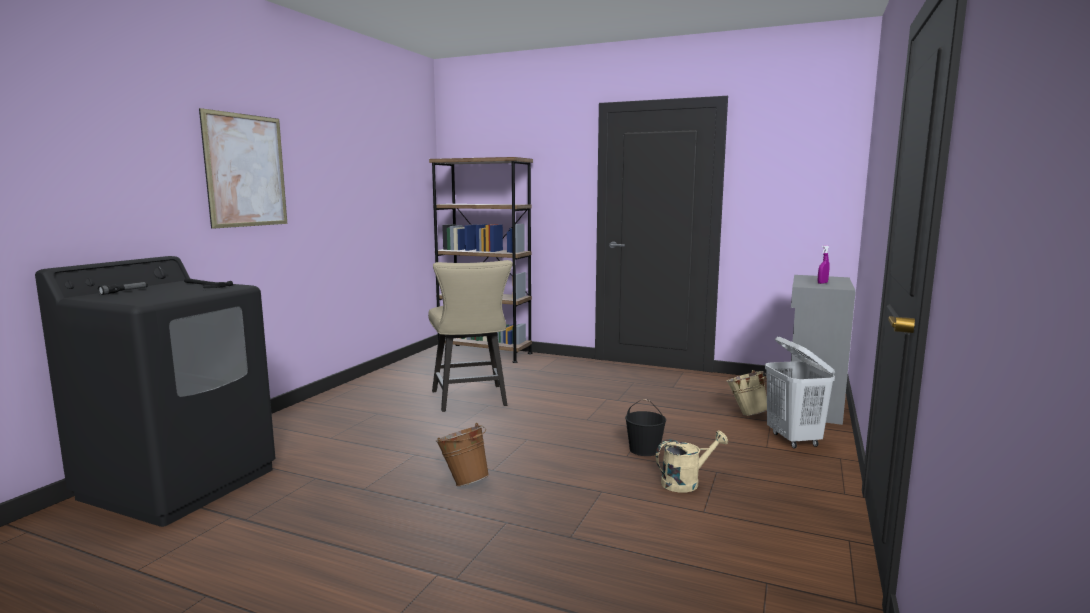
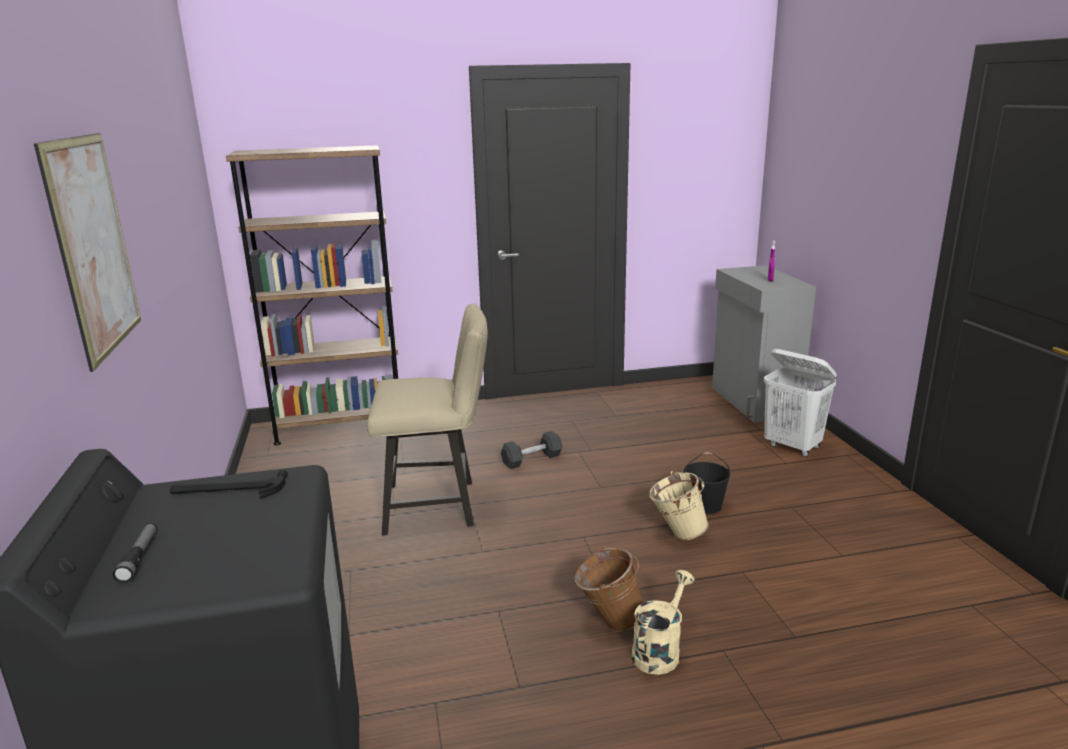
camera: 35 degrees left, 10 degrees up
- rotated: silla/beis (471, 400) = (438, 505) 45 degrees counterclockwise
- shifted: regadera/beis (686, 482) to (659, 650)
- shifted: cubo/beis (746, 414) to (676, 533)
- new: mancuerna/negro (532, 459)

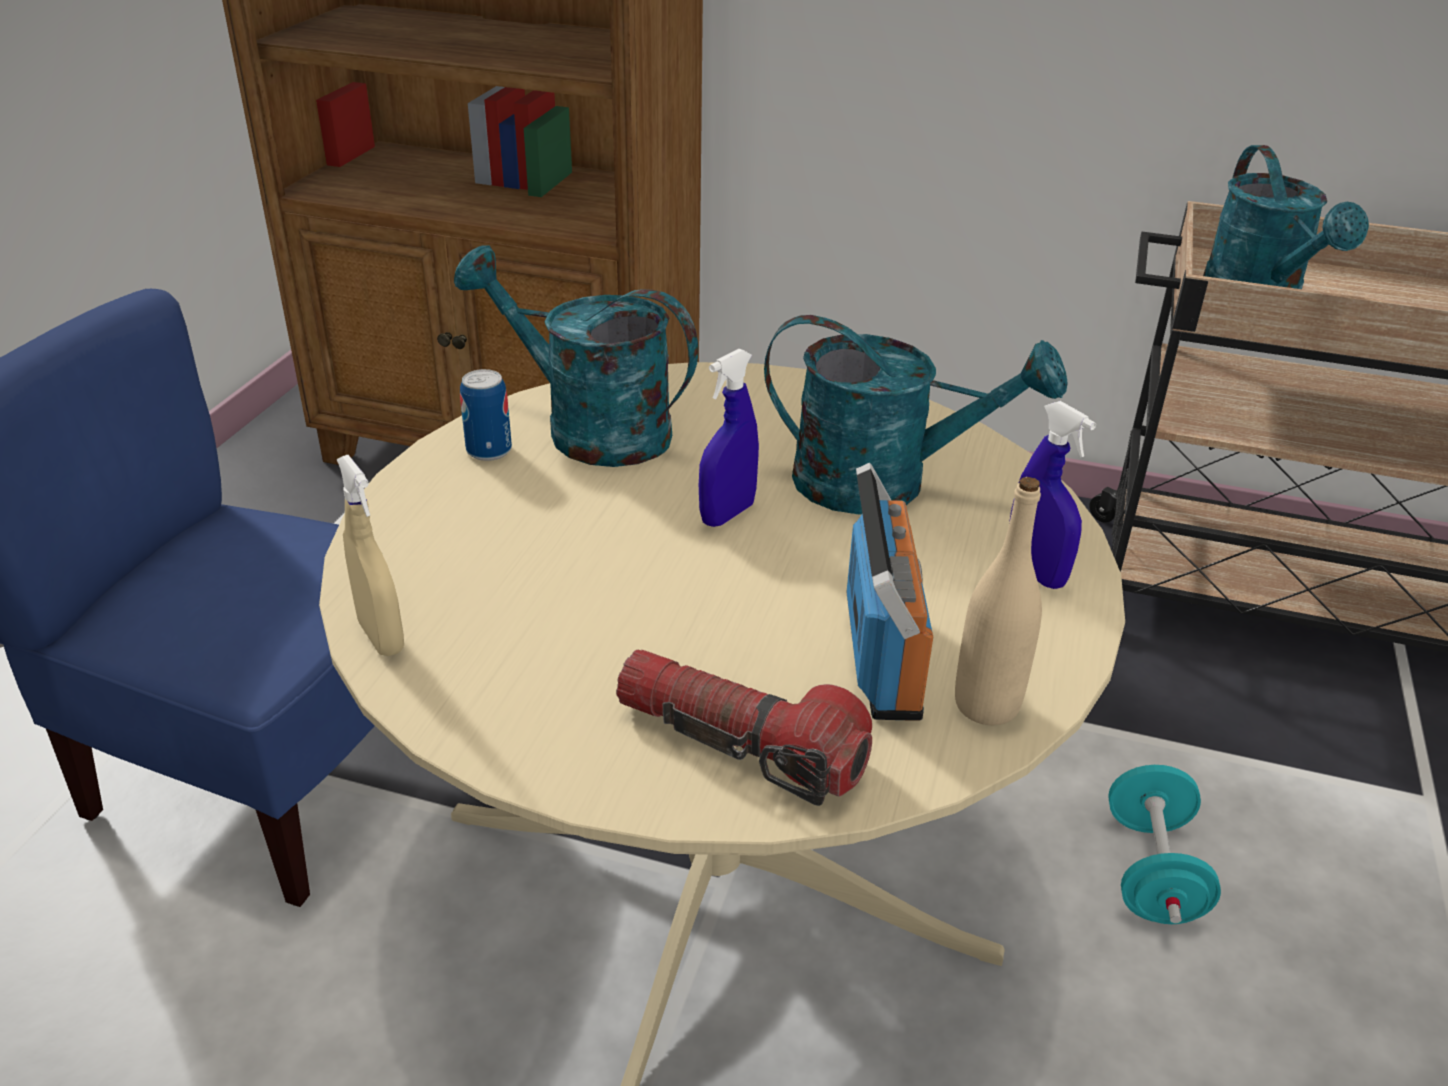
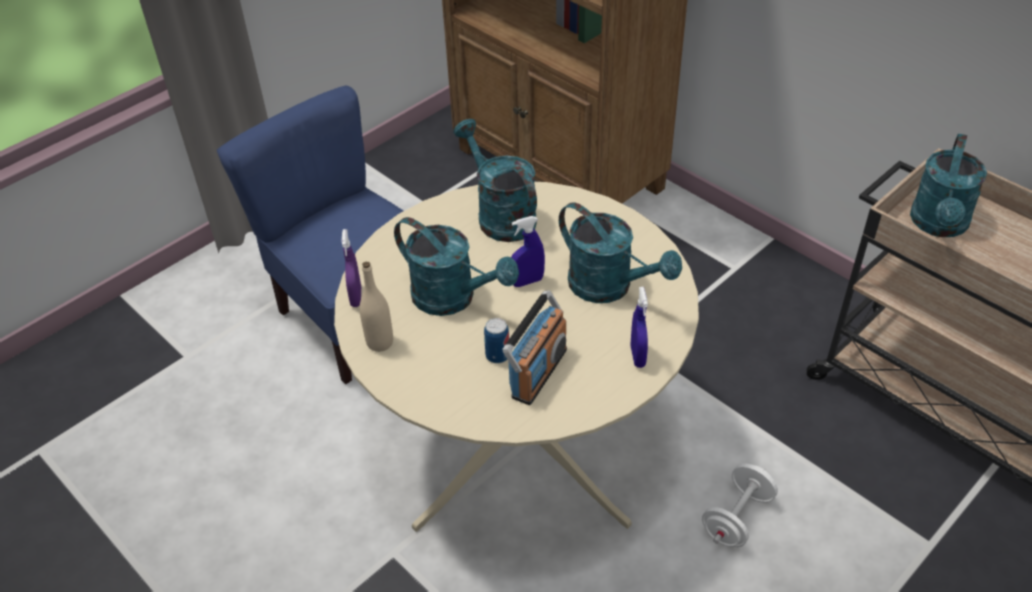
camera: 30 degrees right, 10 degrees up
- repainted: pulverizador/beis (381, 637) to pulverizador/morado (356, 297)
- shifted: lata (489, 451) to (497, 355)
- gone: linterna (740, 744)
- shifted: botella/beis (986, 705) to (380, 342)
- repainted: mancuerna/turquesa (1151, 872) to mancuerna/blanco (737, 518)
- new: regadera/turquesa (453, 298)

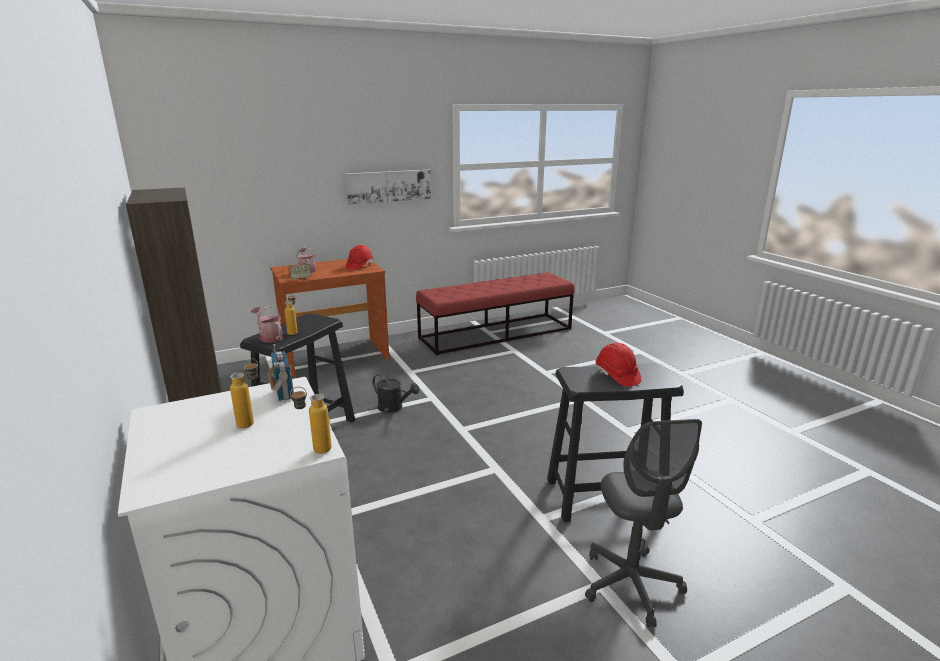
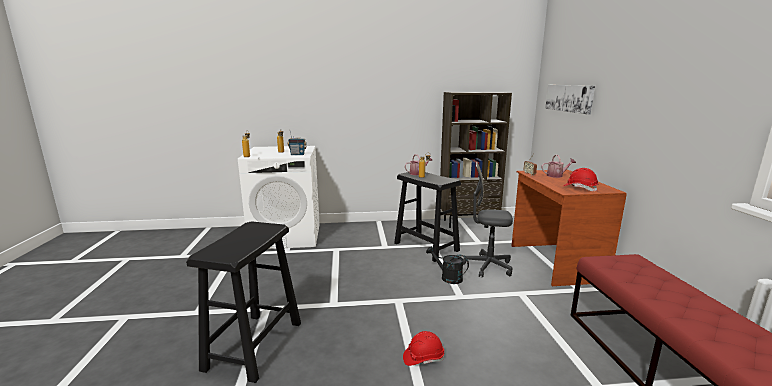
camera: 110 degrees right, 5 degrees down
- shifted: cuadro (389, 186) to (569, 98)
- rotated: regadera/negro (394, 408) = (447, 277) 75 degrees clockwise
- shifted: silla de oficina/gris (631, 585) to (487, 266)
- shifted: casco/rojo (616, 376) to (423, 358)

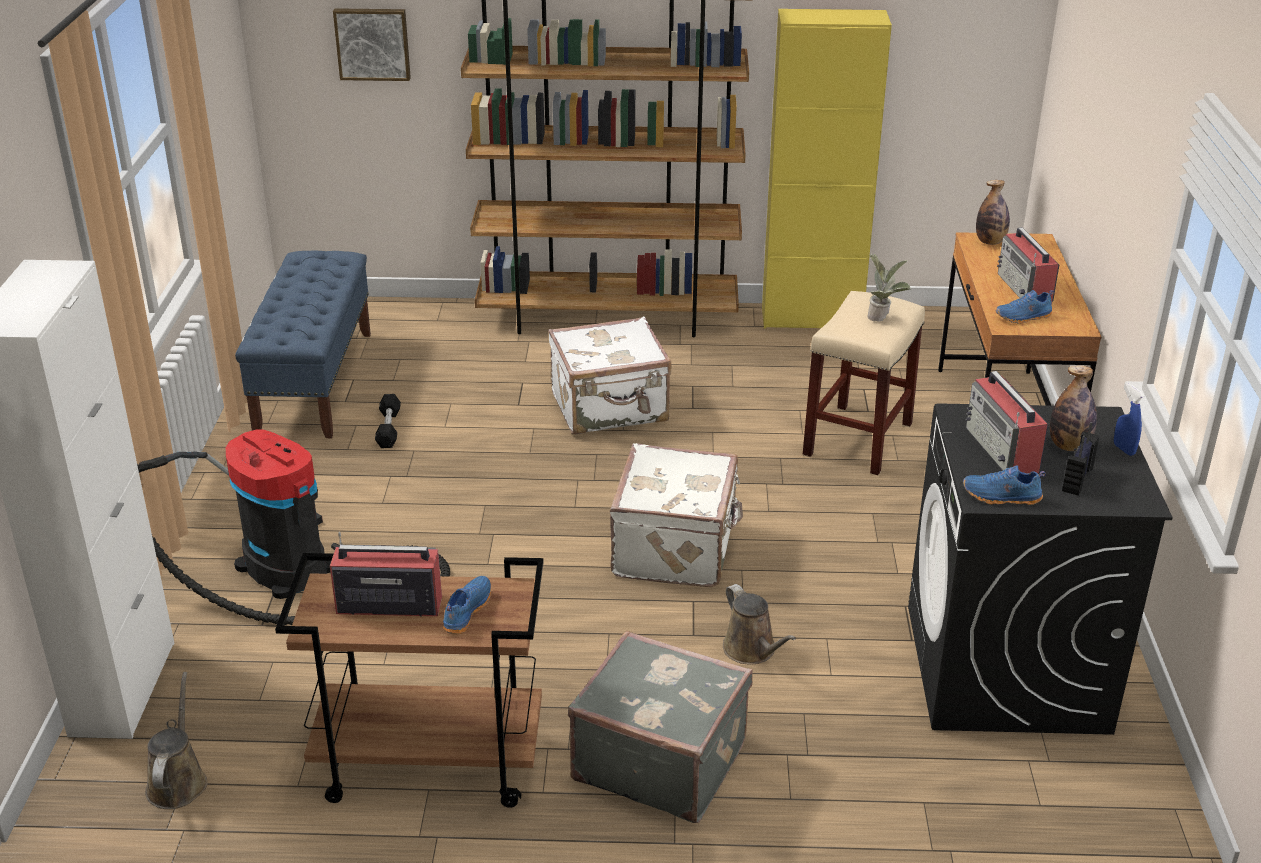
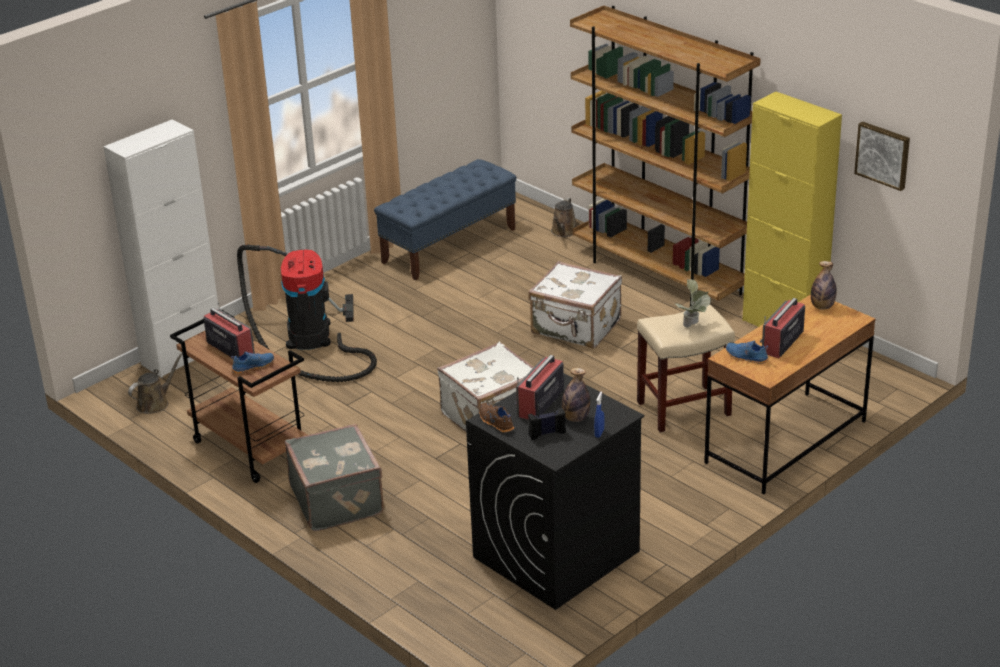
camera: 45 degrees right, 0 degrees up
- shifted: cuadro (373, 43) to (883, 155)
- gone: mancuerna/negro (388, 428)
- shifted: regadera/marrón (752, 650) to (563, 232)
- repainted: zapato/azul (1001, 497) to zapato/marrón (495, 422)

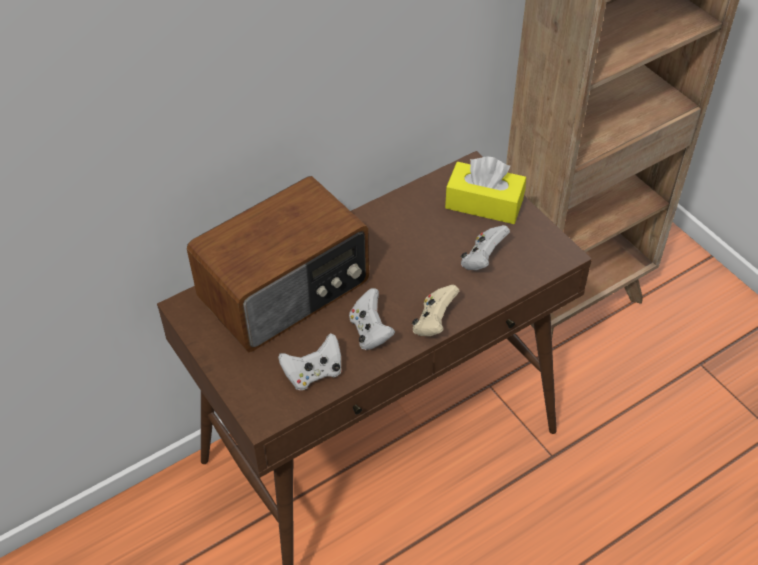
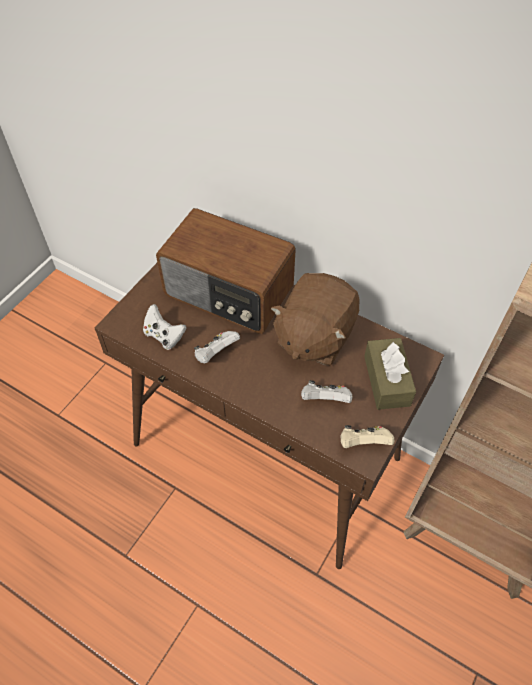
camera: 65 degrees right, 5 degrees up
- shifted: mando de consola/beis (434, 322) to (363, 443)
- repainted: caja de pañuelos/amarillo (484, 203) to caja de pañuelos/marrón (387, 380)
- new: peluche/marrón (314, 336)

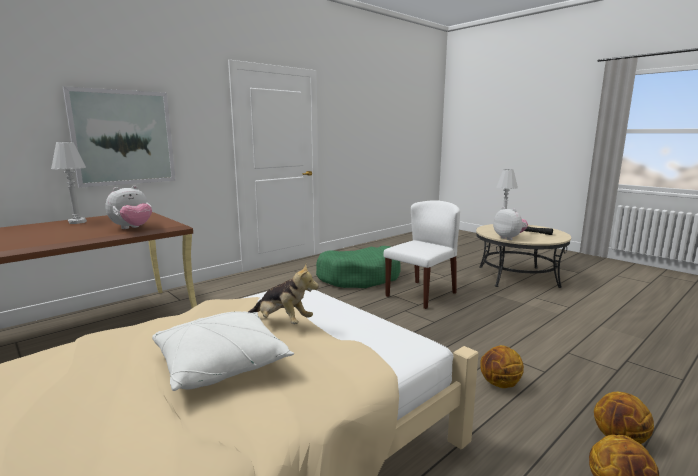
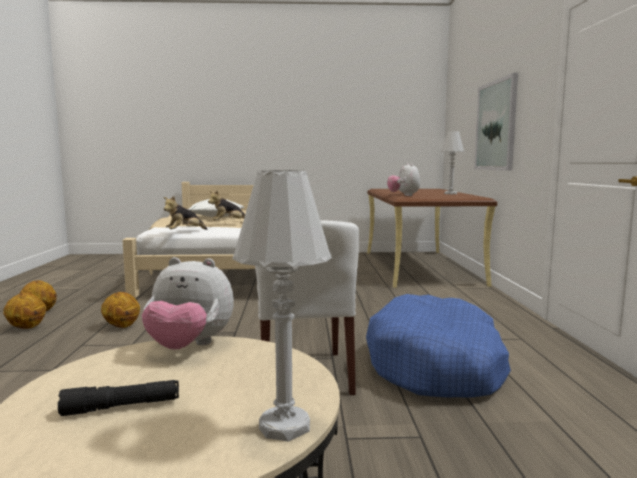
camera: 130 degrees right, 5 degrees down
- repainted: cama para perro/verde (360, 277) to cama para perro/azul (436, 365)
- new: peluche (184, 232)

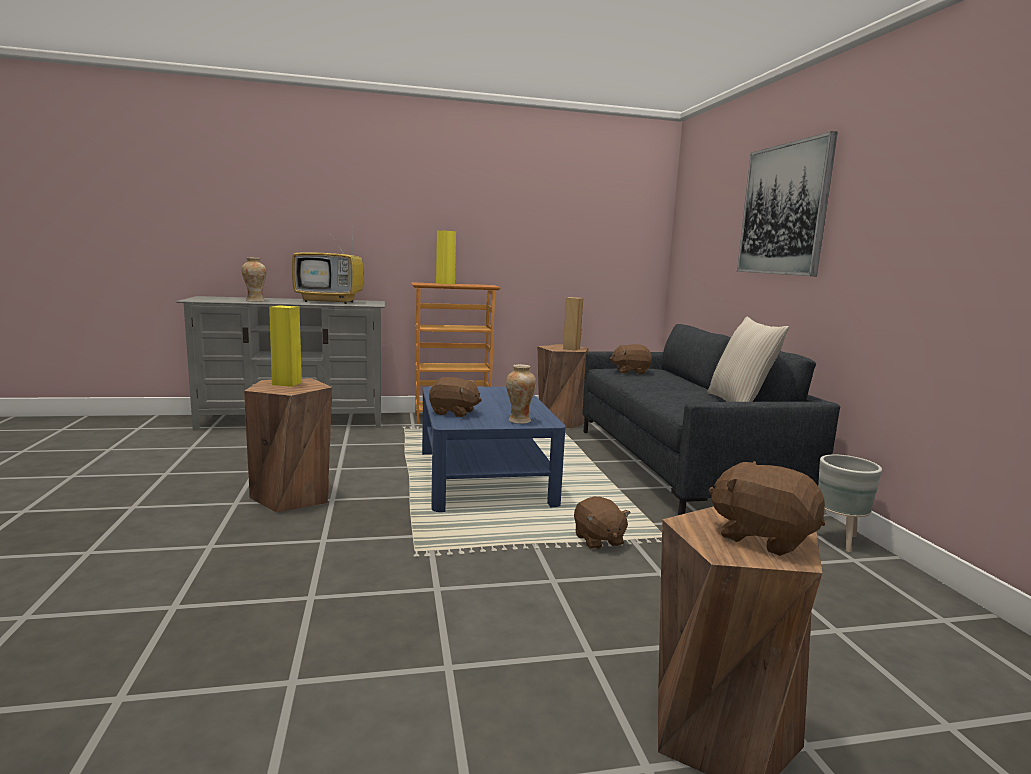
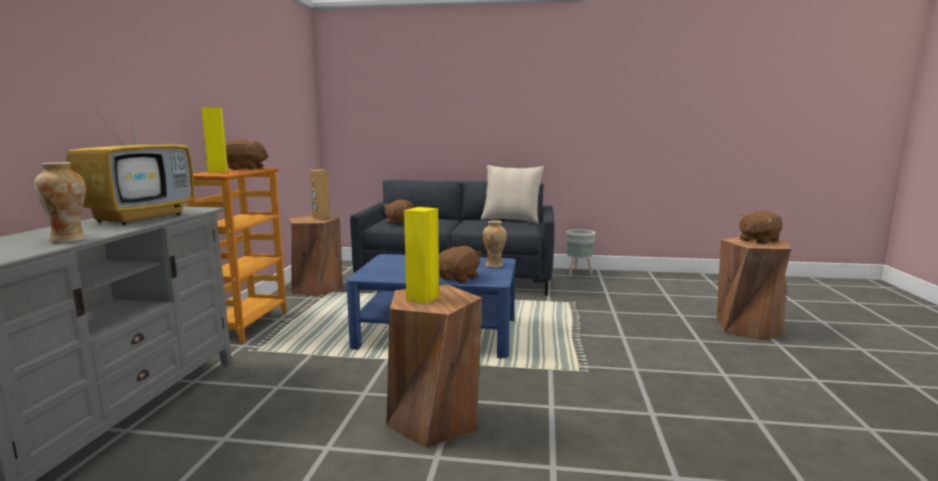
camera: 70 degrees left, 0 degrees up
- shifted: peluche/marrón (598, 540) to (246, 169)
- gone: cuadro (783, 210)

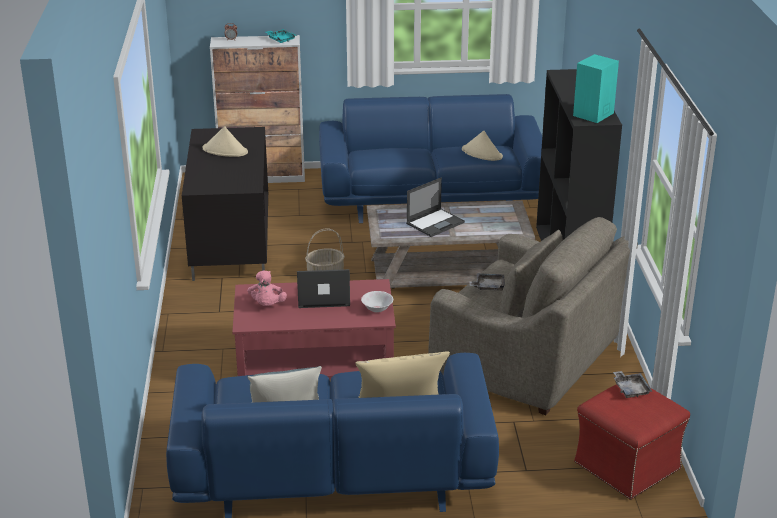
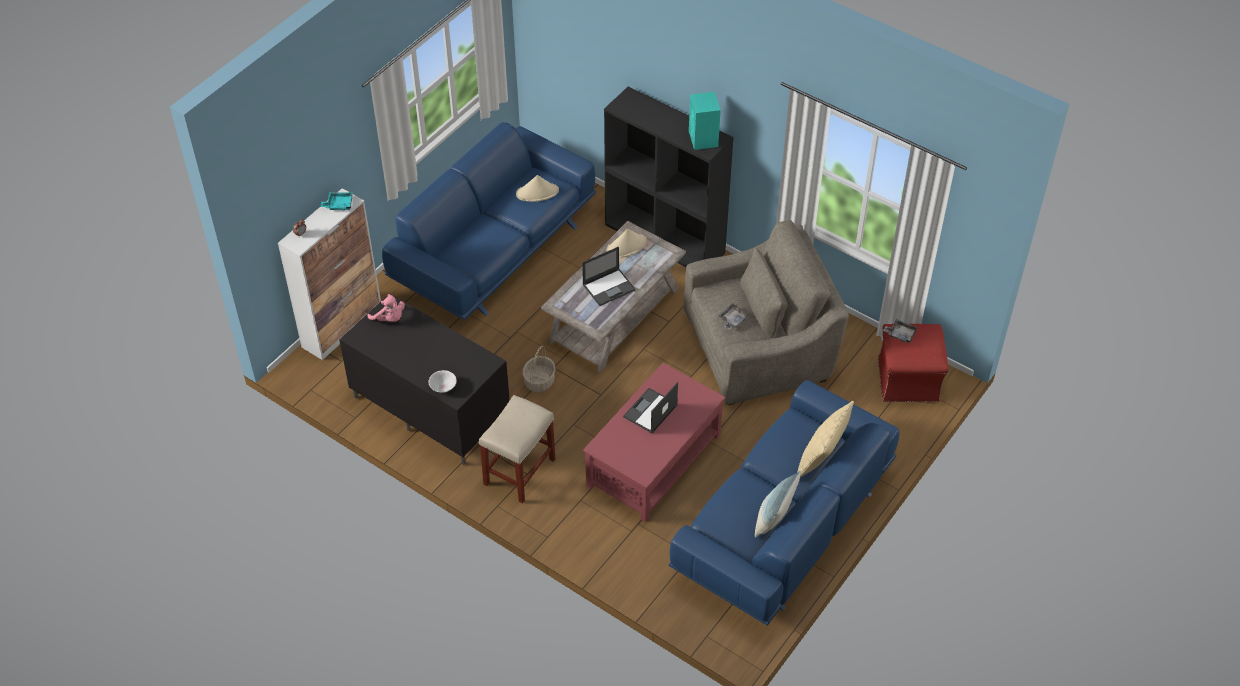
camera: 50 degrees left, 20 degrees up
- shifted: sombrero/beis (225, 150) to (626, 246)
- shifted: peluche/rosa (267, 305) to (389, 318)
- shifted: cuenco/blanco (377, 309) to (443, 387)
- rotated: portátil (435, 223) = (609, 287) 60 degrees clockwise
- new: taburete/beis (520, 471)

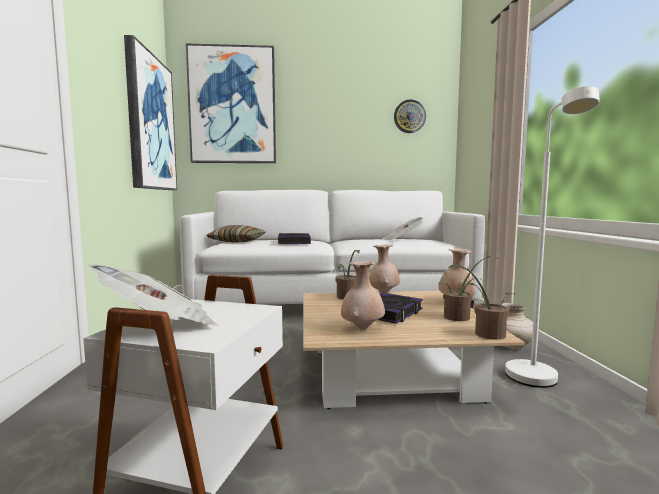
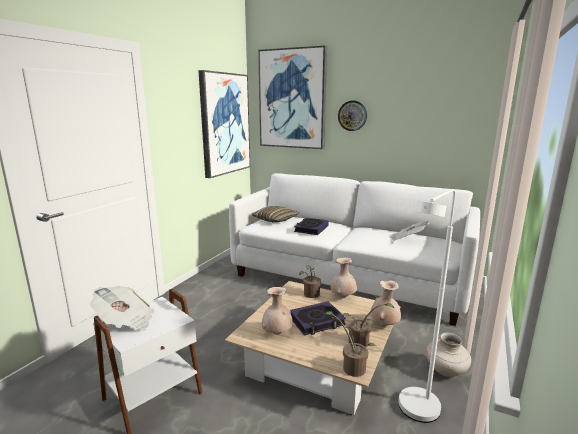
camera: 30 degrees right, 10 degrees up
- shifted: reloj de pared (409, 116) to (352, 115)

